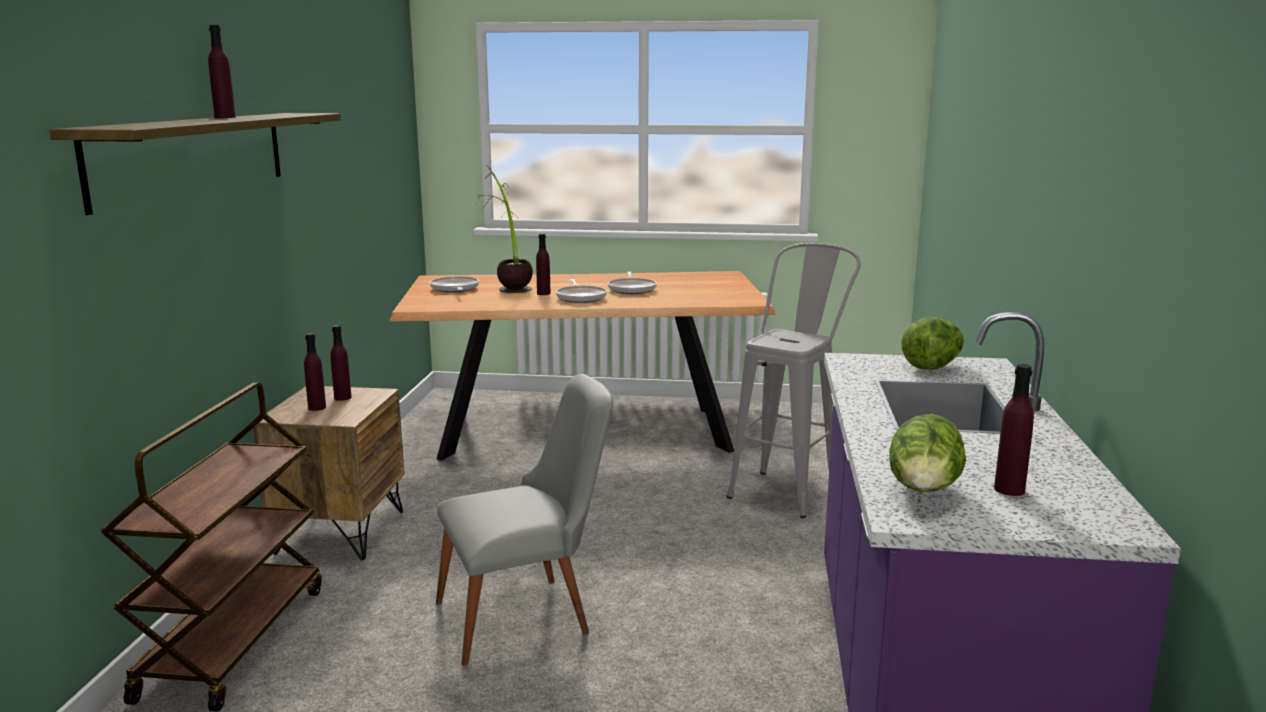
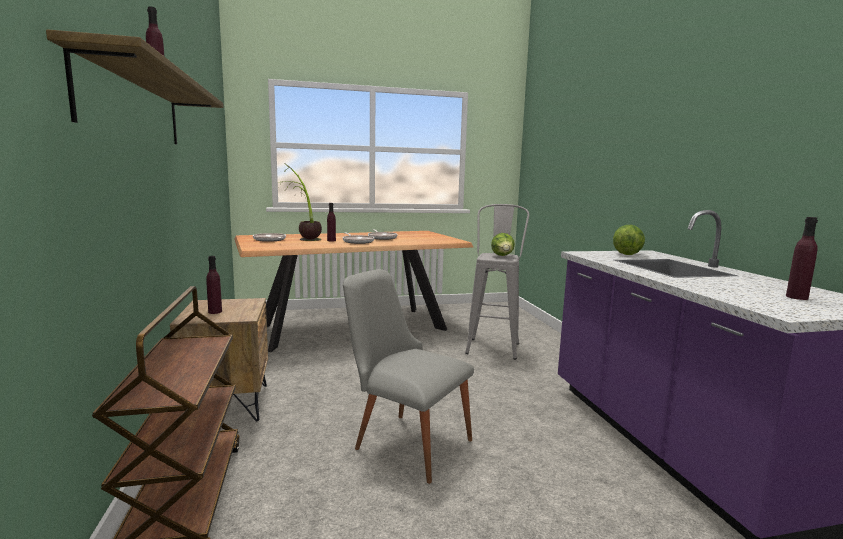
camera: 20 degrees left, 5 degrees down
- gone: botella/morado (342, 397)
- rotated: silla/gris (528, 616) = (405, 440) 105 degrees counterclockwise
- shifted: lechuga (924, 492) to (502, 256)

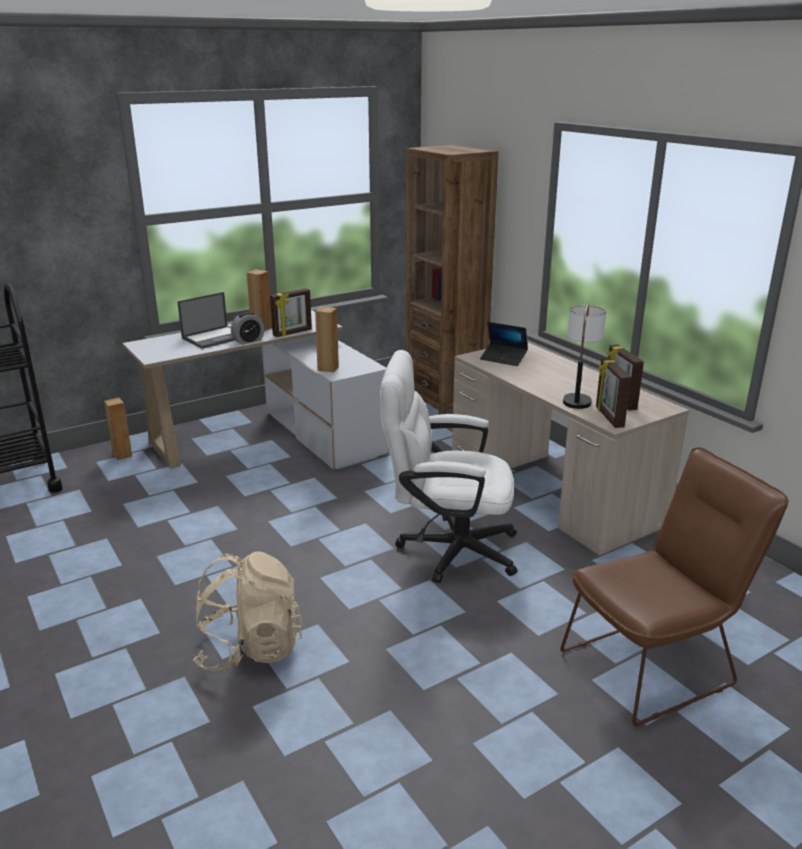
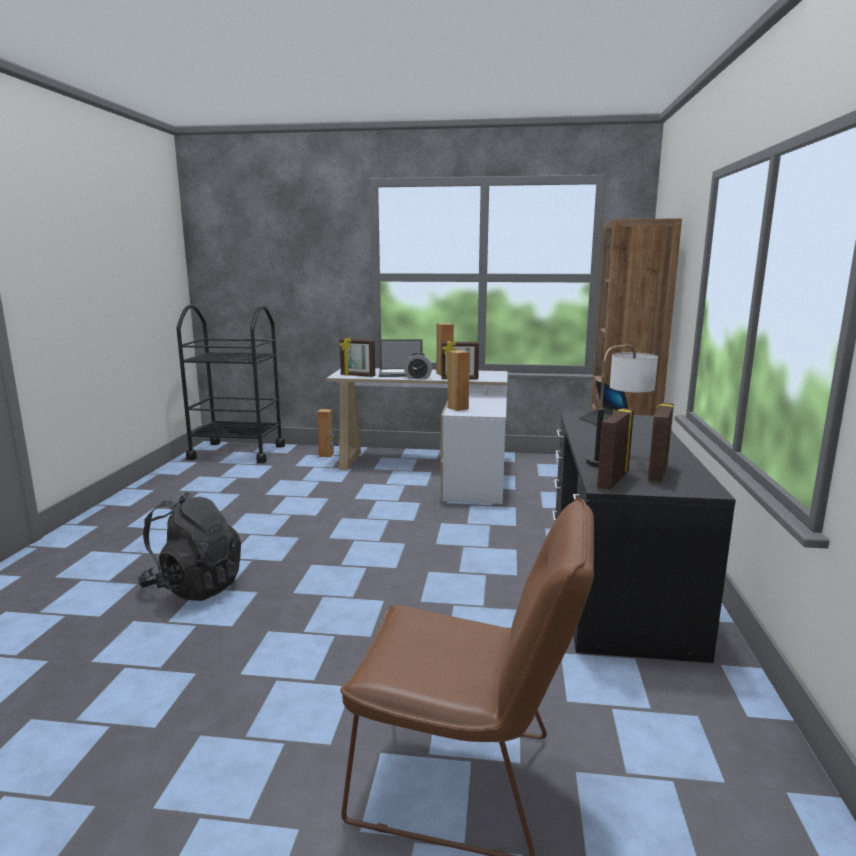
camera: 40 degrees right, 10 degrees down
- repainted: mochila/beis (250, 649) to mochila/negro (194, 587)
- gone: silla de oficina/blanco (446, 549)
- repainted: escritorio/beis (552, 489) to escritorio/negro (616, 579)
- new: portarretratos (357, 375)

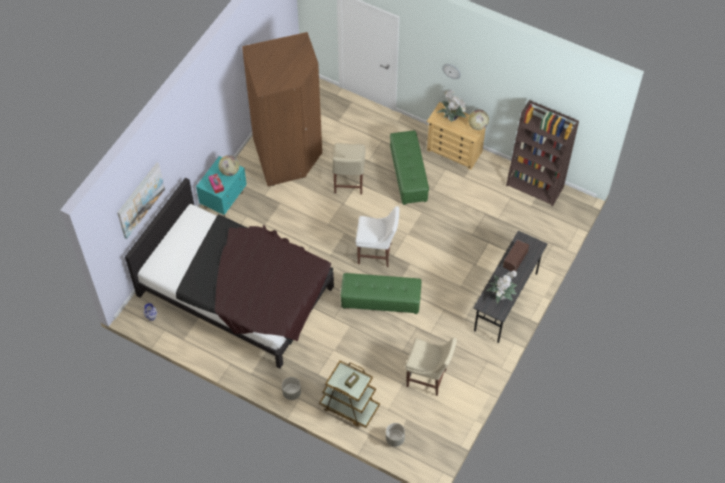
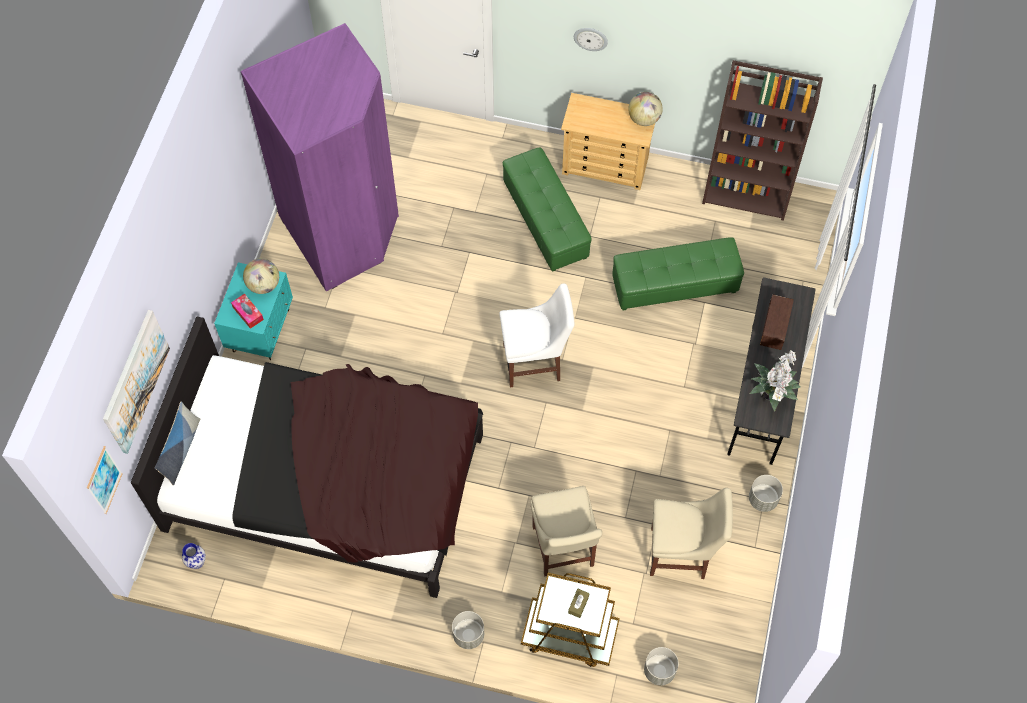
camera: 15 degrees left, 5 degrees up
- repainted: armario ropero/marrón (288, 154) to armario ropero/morado (344, 230)
- shifted: silla/beis (348, 183) to (563, 550)
- shifted: puf/verde (380, 301) to (674, 286)
- gone: planta en maceta (451, 117)
- new: cuadro (104, 480)
- new: cojín (180, 450)
- new: maceta/gris (763, 499)

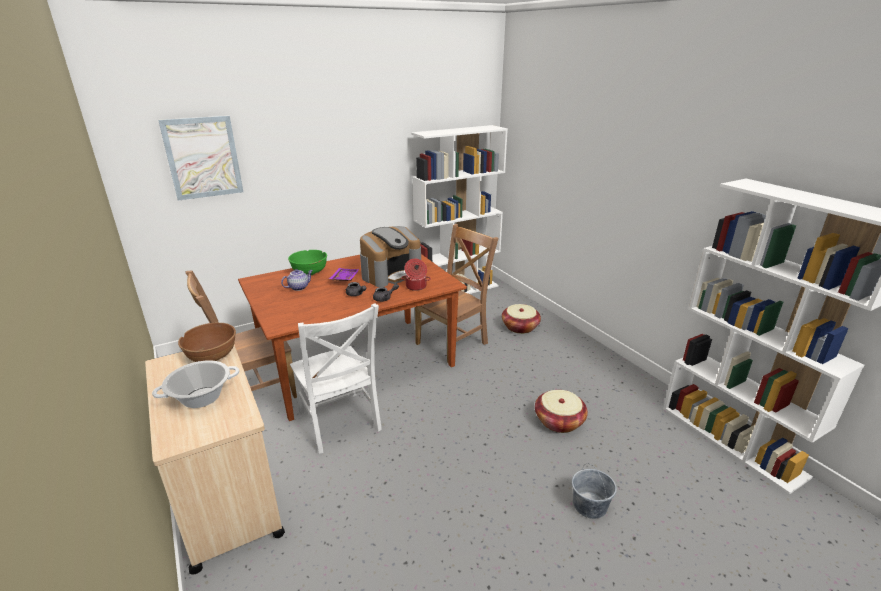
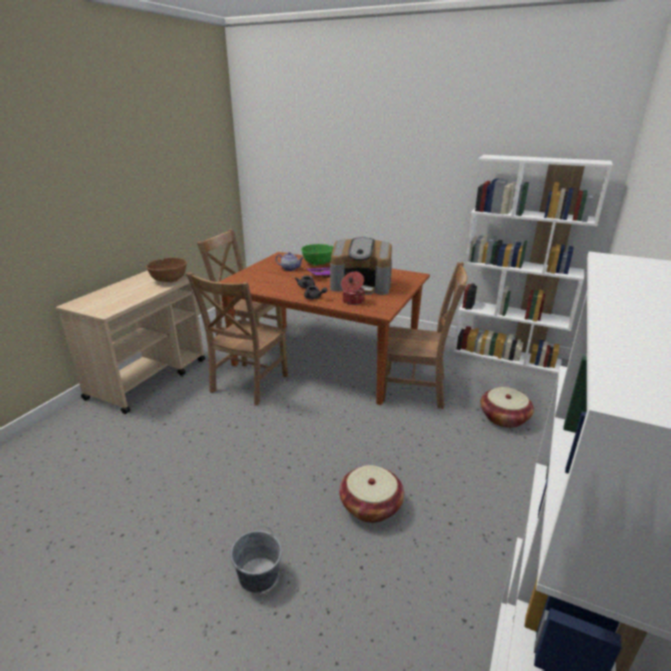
camera: 55 degrees right, 0 degrees up
- gone: olla (201, 398)
- gone: cuadro (203, 158)
- repainted: silla/blanco (339, 423) to silla/marrón (247, 385)

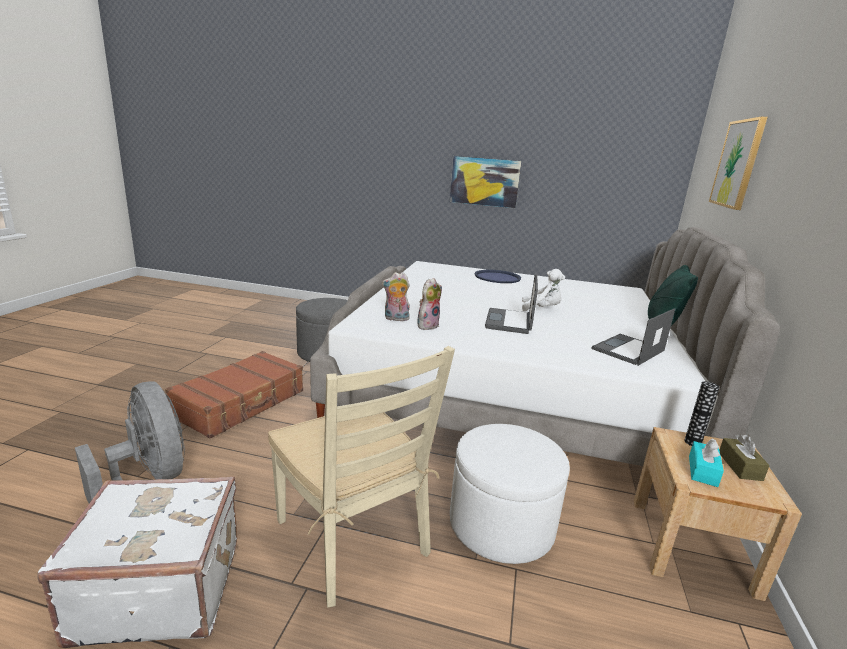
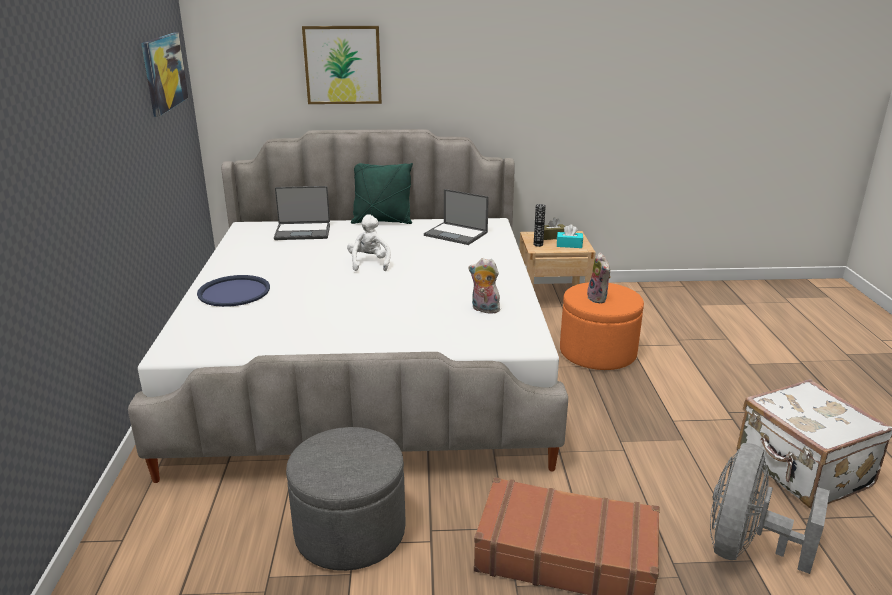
camera: 105 degrees left, 5 degrees up
- gone: silla/beis (352, 537)
- shifted: peluche (396, 319) to (598, 298)
- shifted: cuadro (484, 181) to (164, 72)
- repainted: puf/blanco (501, 524) to puf/naranja (597, 352)
- shifted: portátil (510, 322) to (303, 232)

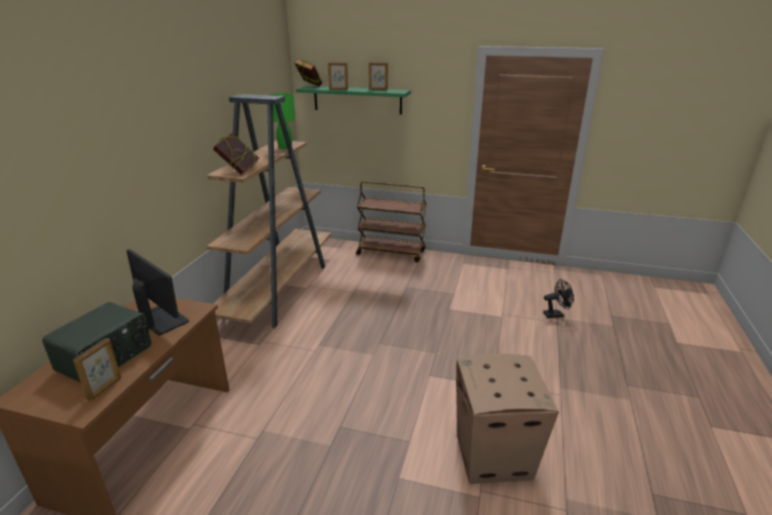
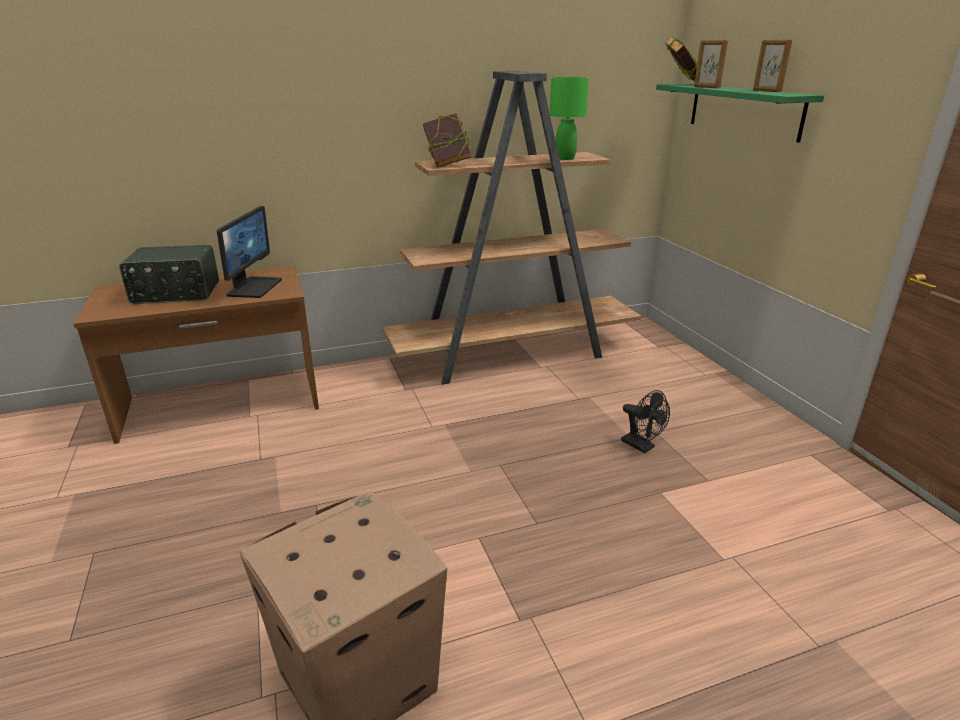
camera: 55 degrees right, 0 degrees up
- gone: portarretratos (105, 388)
- gone: carrito/marrón (391, 252)
- shifted: ventilador/negro (556, 314) to (642, 446)

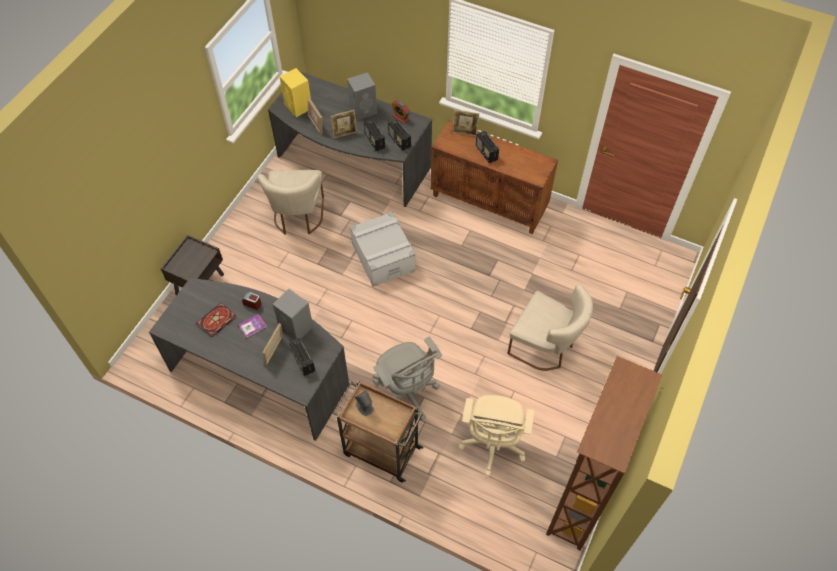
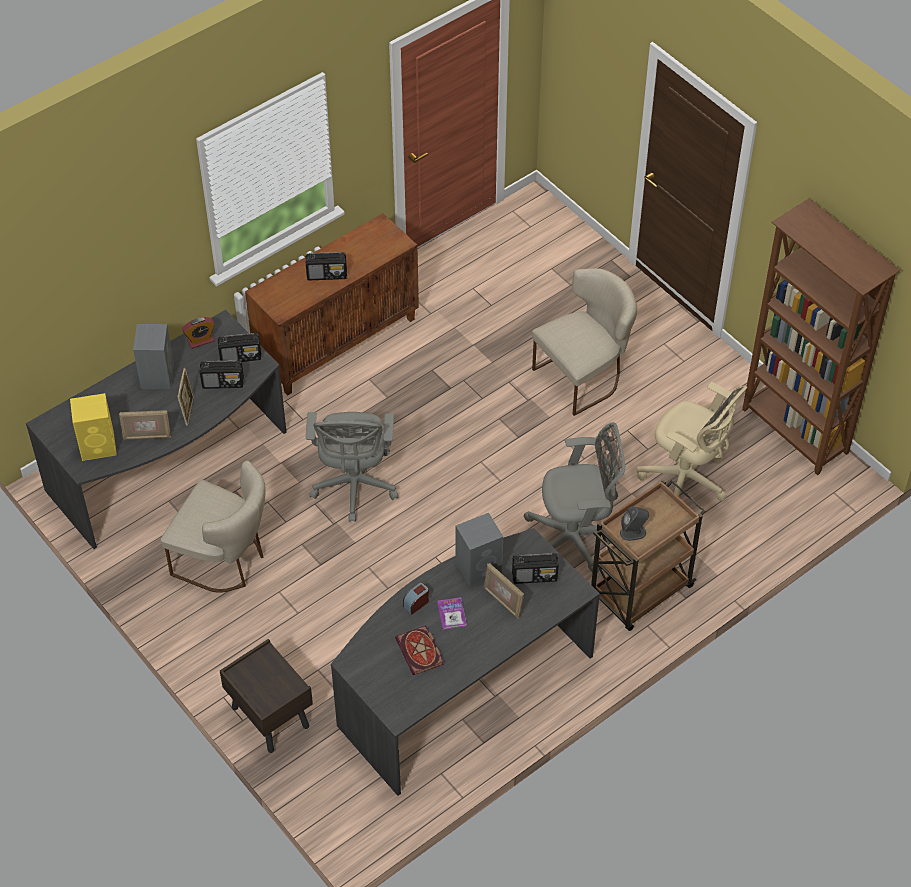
camera: 65 degrees left, 5 degrees down
- swapped: caja de almacenaje/gris (383, 257) to silla de oficina/gris (354, 487)
- gone: portarretratos (464, 133)

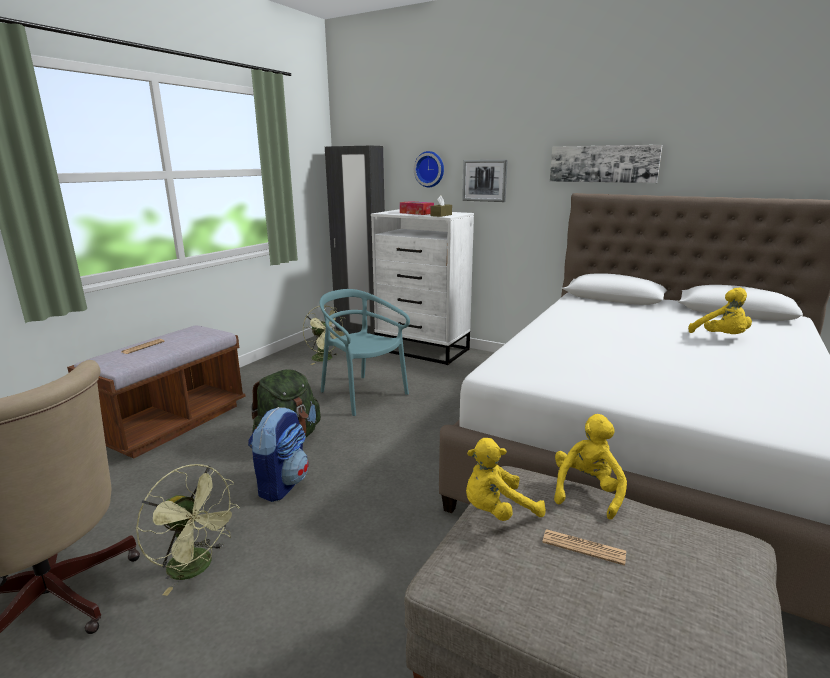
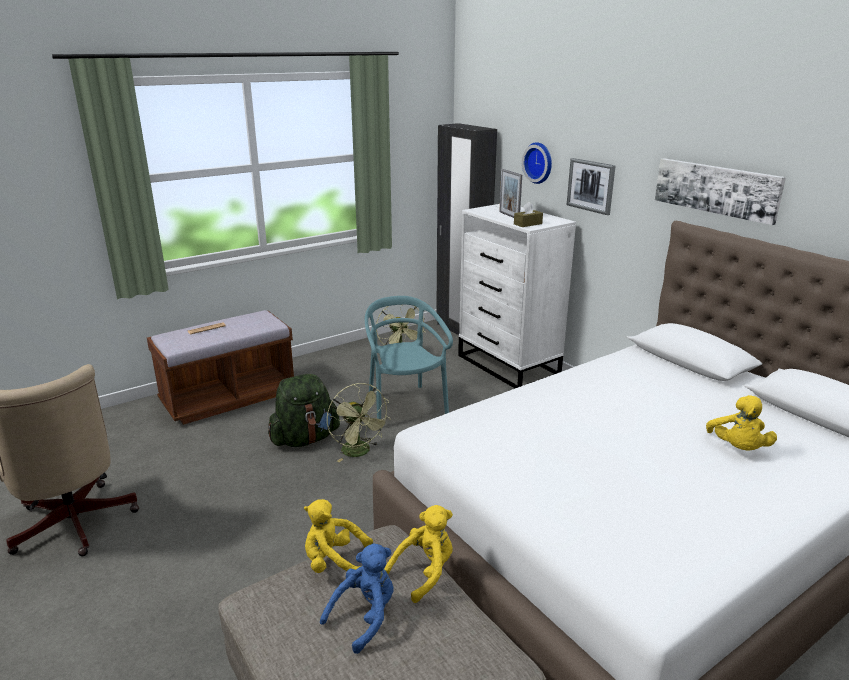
camera: 25 degrees right, 5 degrees up
- shifted: ventilador/verde (197, 567) to (360, 452)
- gone: mochila (282, 484)
- swapped: caja de pañuelos (416, 213) to portarretratos (509, 215)
- swapped: periódico (583, 547) to peluche/azul (365, 616)

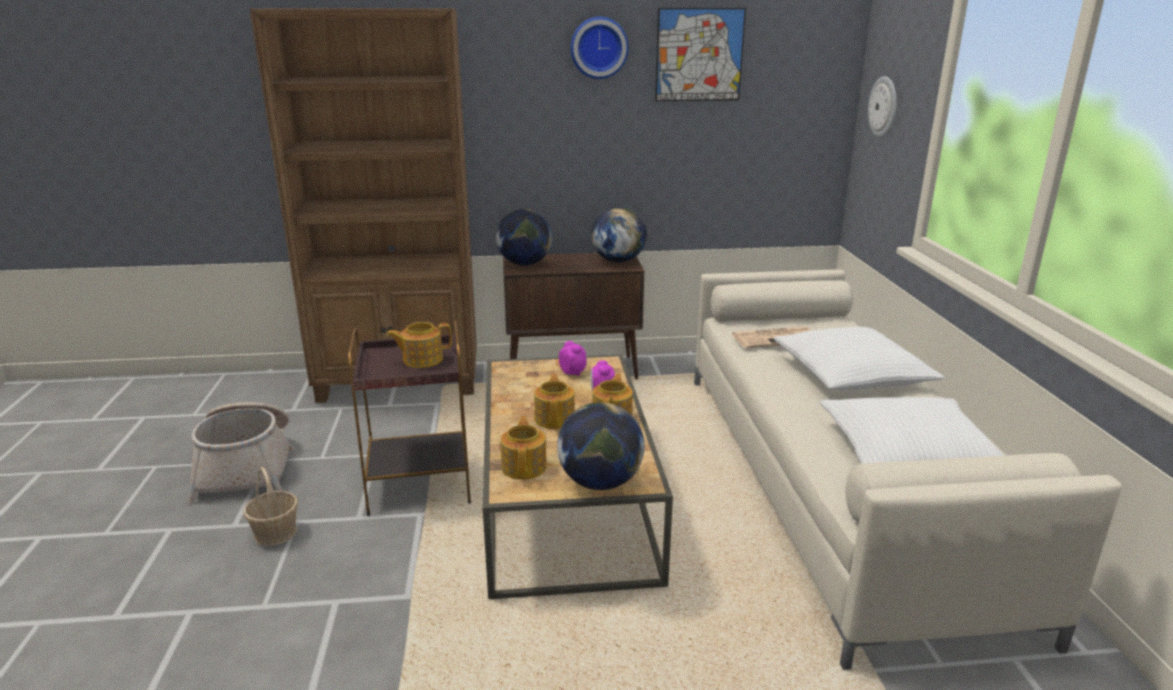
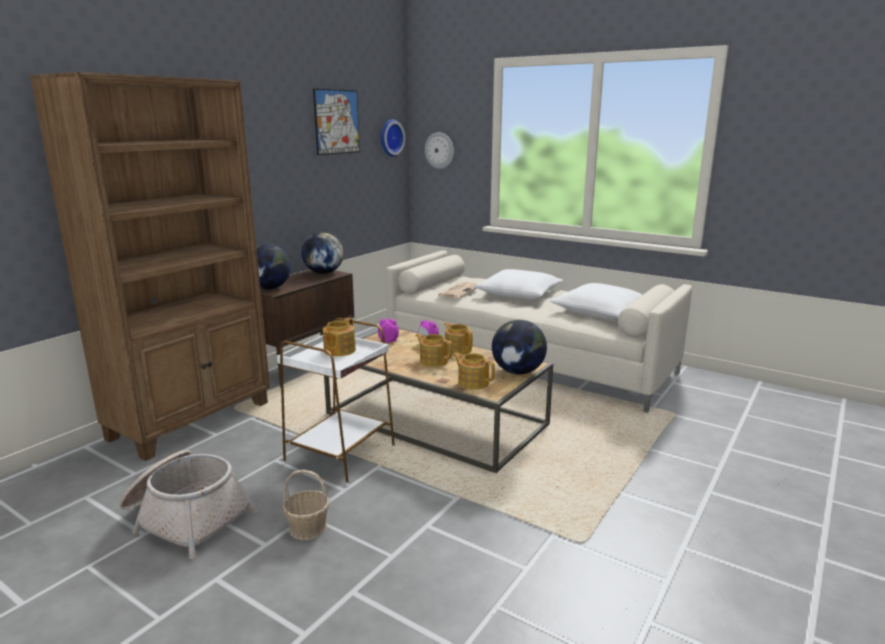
camera: 50 degrees left, 5 degrees down
- repainted: mesa auxiliar/marrón (418, 482) to mesa auxiliar/blanco (339, 456)
- shifted: reloj de pared (598, 47) to (390, 138)

